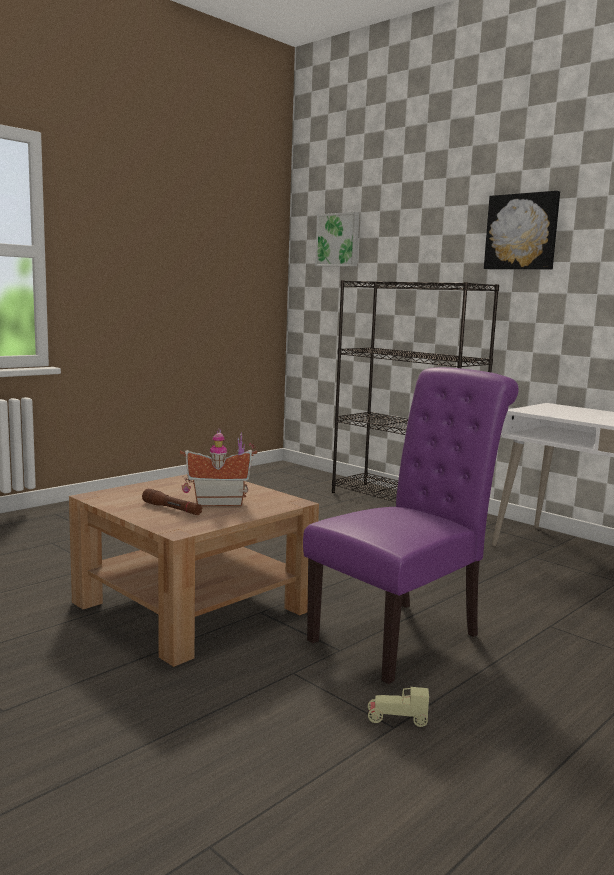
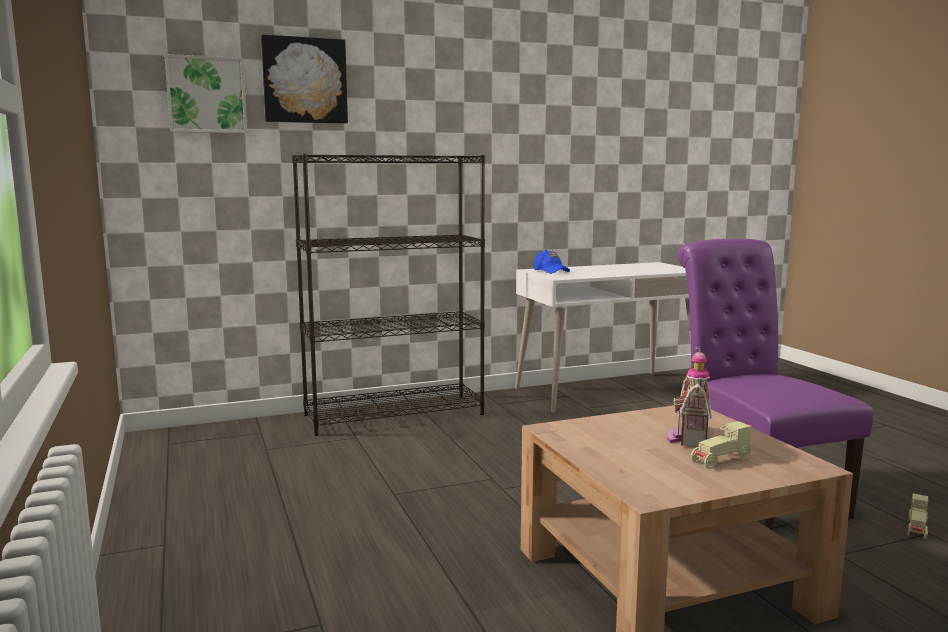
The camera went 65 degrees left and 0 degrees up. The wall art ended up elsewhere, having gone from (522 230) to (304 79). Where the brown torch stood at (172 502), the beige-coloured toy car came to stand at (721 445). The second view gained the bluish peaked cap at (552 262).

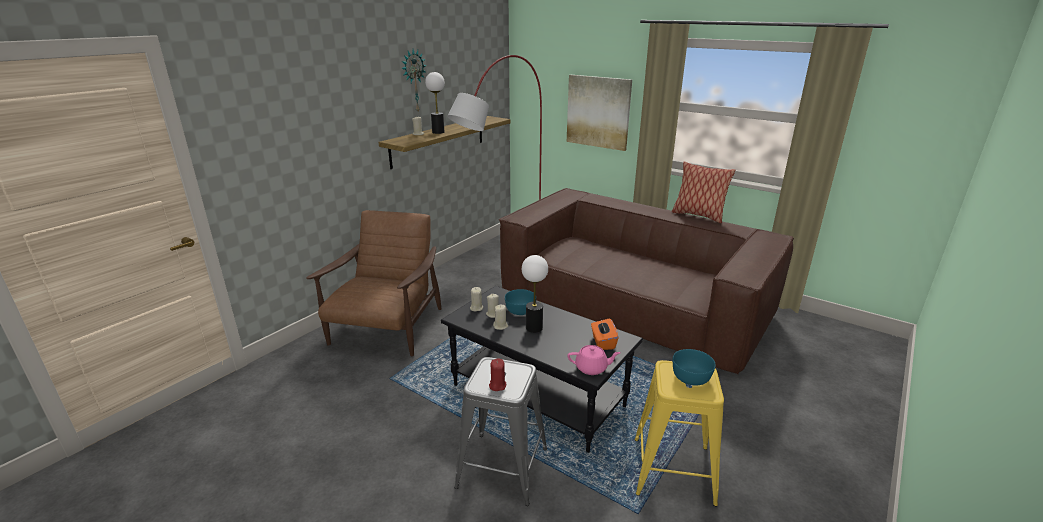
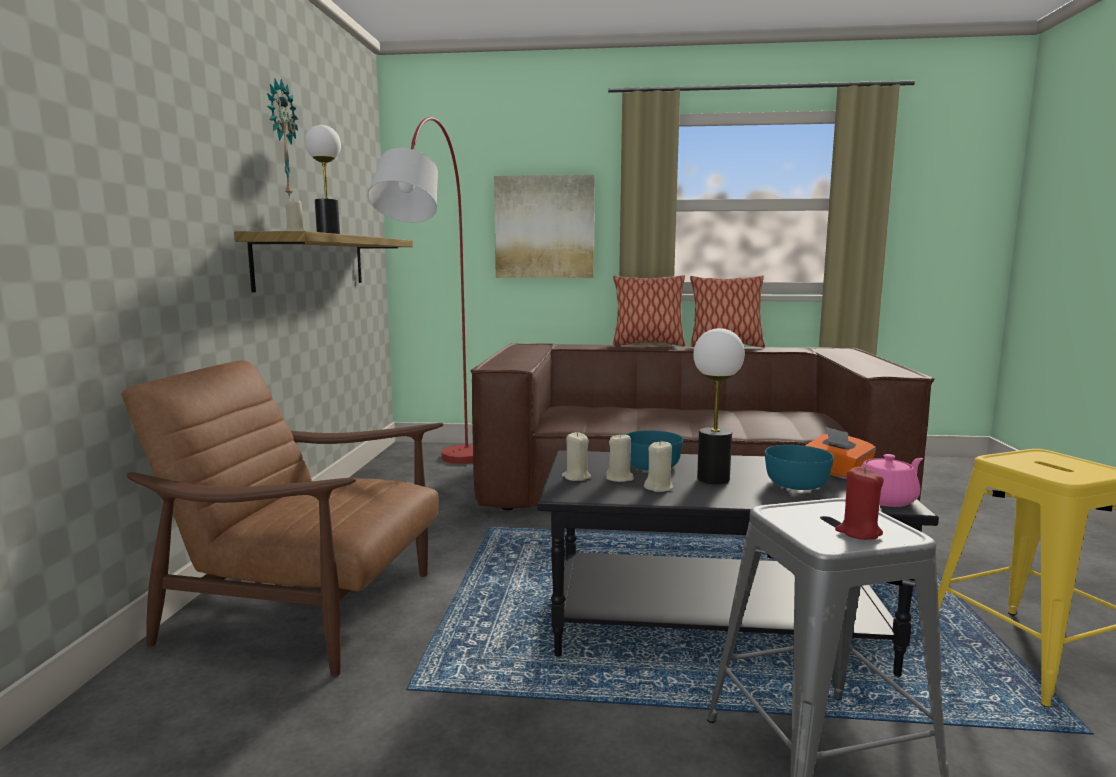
The camera went 30 degrees left and 15 degrees down. The brown lounge chair at (373 283) ended up facing another way, 60 degrees counterclockwise from before. The blue-green bowl ended up elsewhere, having gone from (694 367) to (799 467). The second view gained the cushion at (649 310).

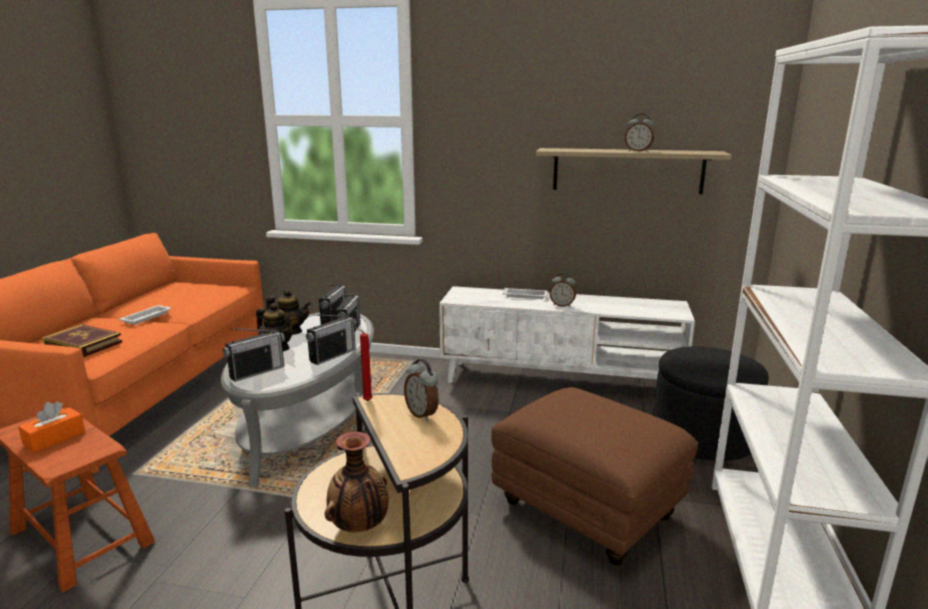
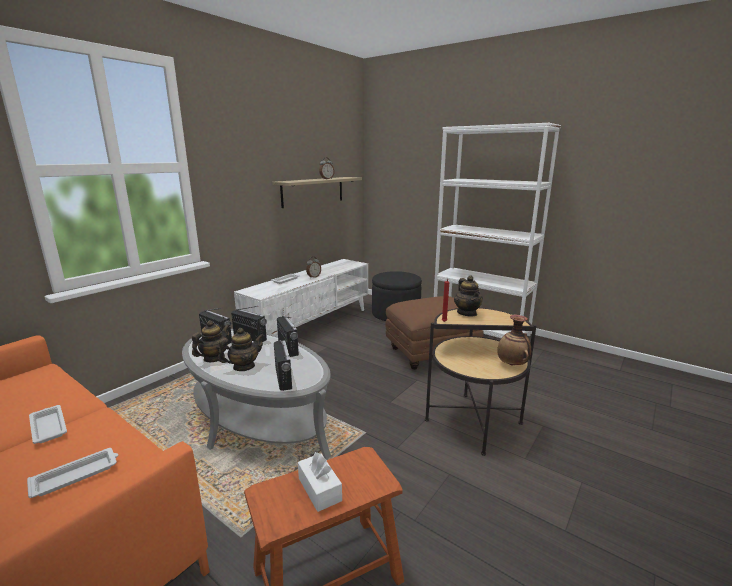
The camera went 65 degrees left and 0 degrees up. Where the book stood at (82 340), the whitish carrying tray came to stand at (72 473). Where the alarm clock stood at (421 390), the tea pot came to stand at (468 295). What was the orangey box of tissues at (51 427) turned into the whitish box of tissues at (320 482).

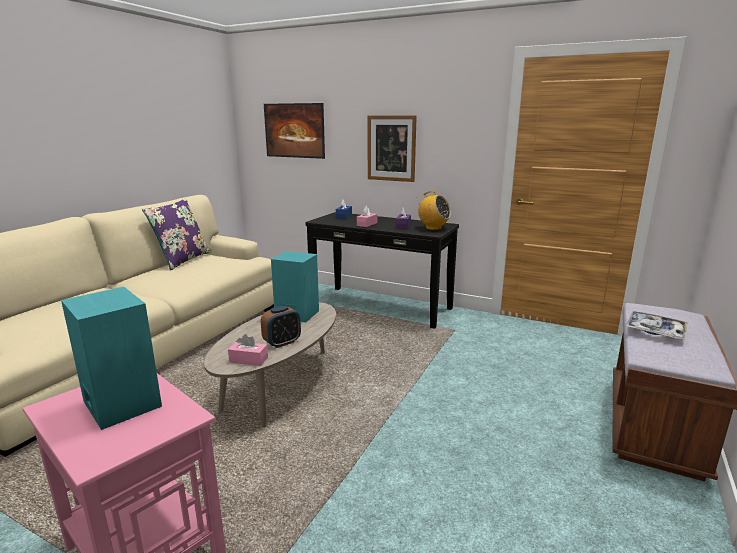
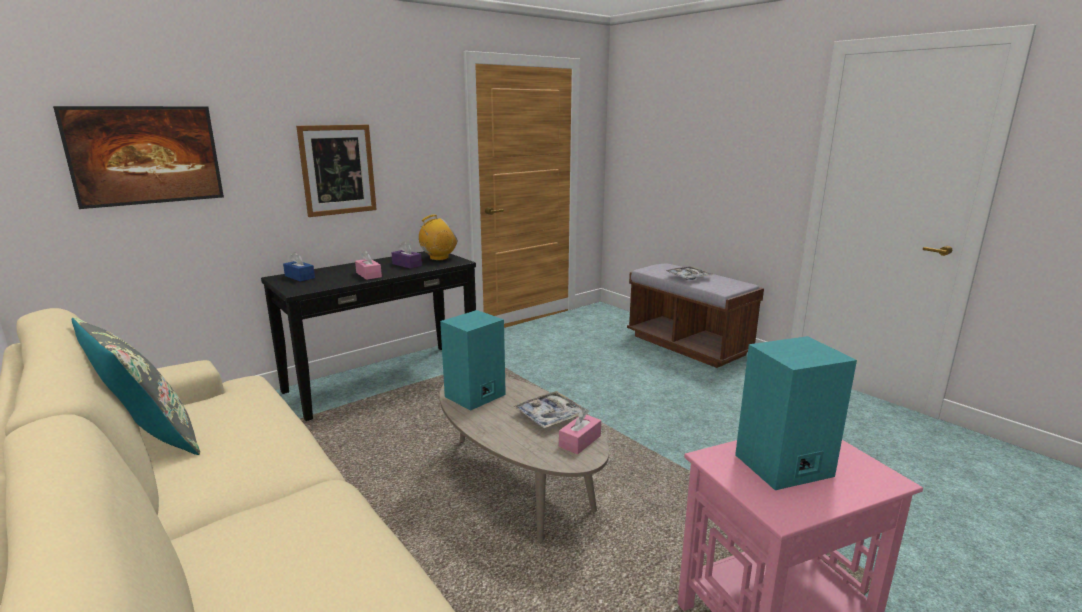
The camera went 65 degrees left and 0 degrees up. What was the purplish cushion at (176 234) turned into the gray cushion at (136 386). Where the alarm clock stood at (281 327), the carrying tray came to stand at (549 410).

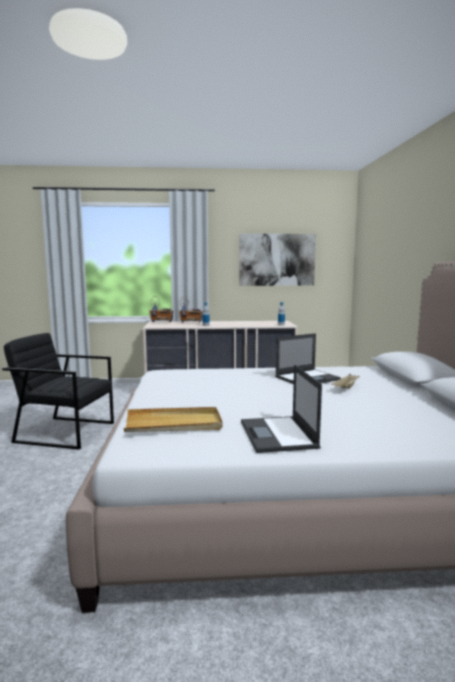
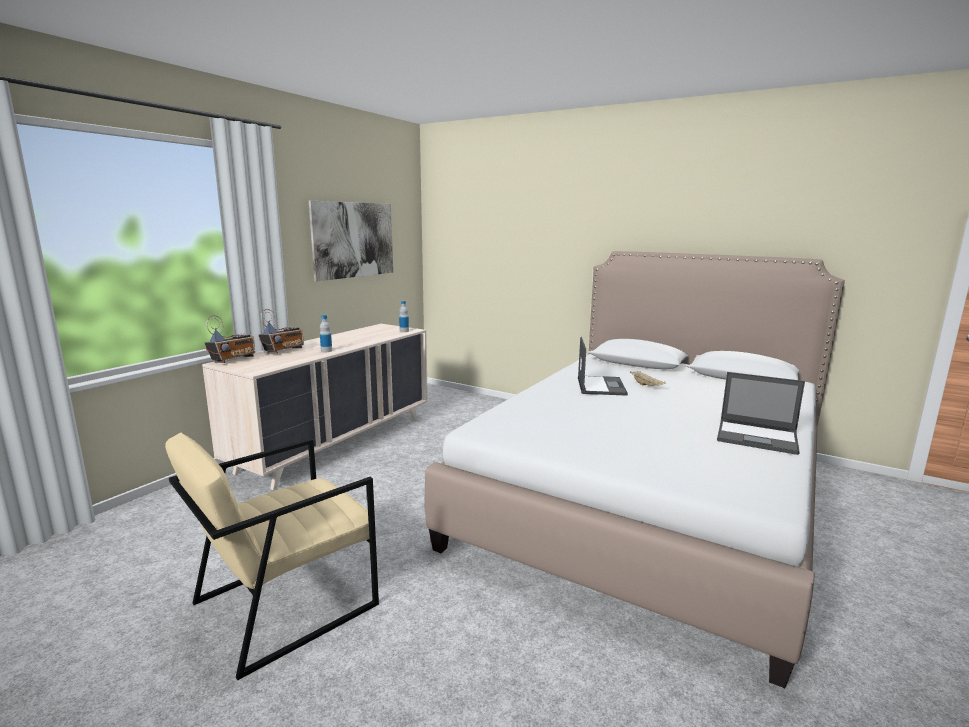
The camera went 55 degrees left and 5 degrees up. What was the blackish lounge chair at (58 391) turned into the beige-coloured lounge chair at (272 556). The second view lost the beige-coloured carrying tray at (173 419).

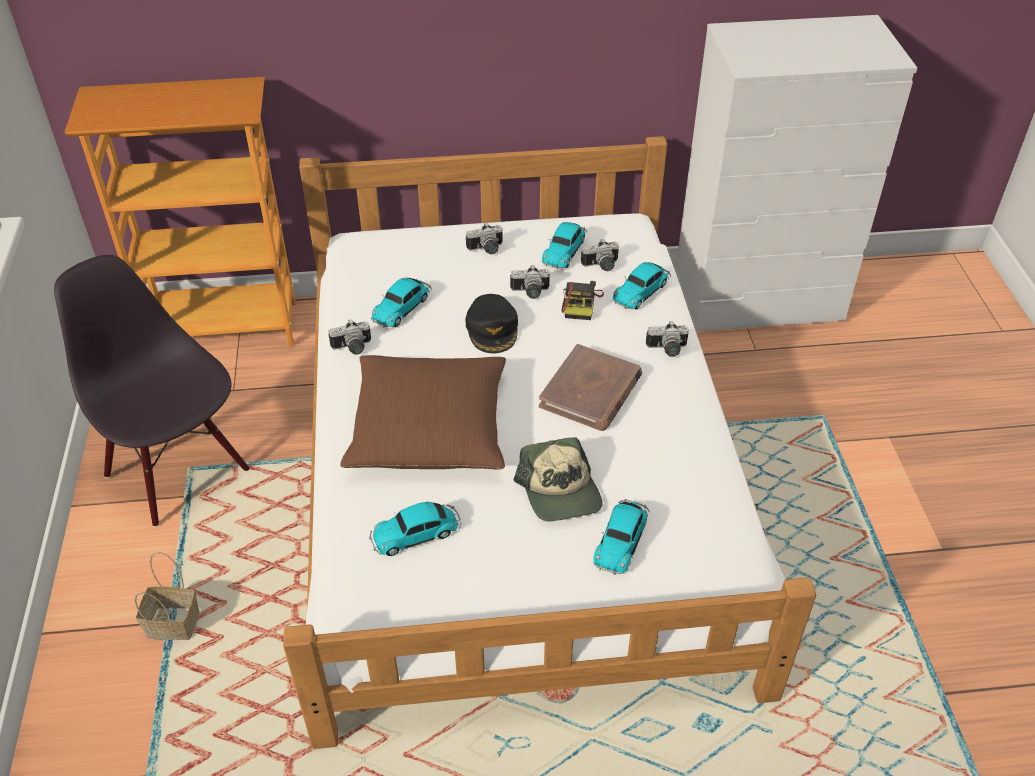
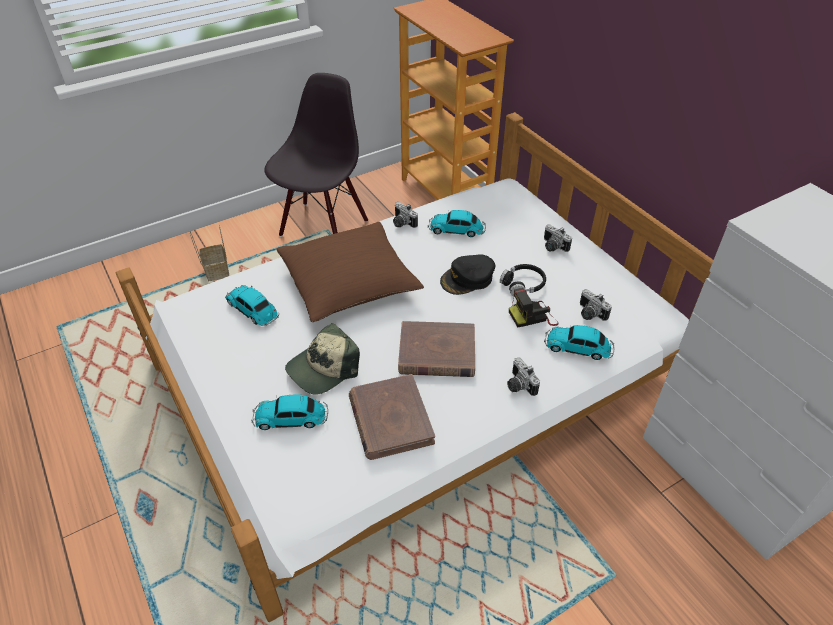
The camera went 65 degrees right and 0 degrees up. The second view lost the toy car at (564 245). Where the photo camera stood at (530 282), the blackish pair of headphones came to stand at (523 280). The second view gained the brown book at (392 417).

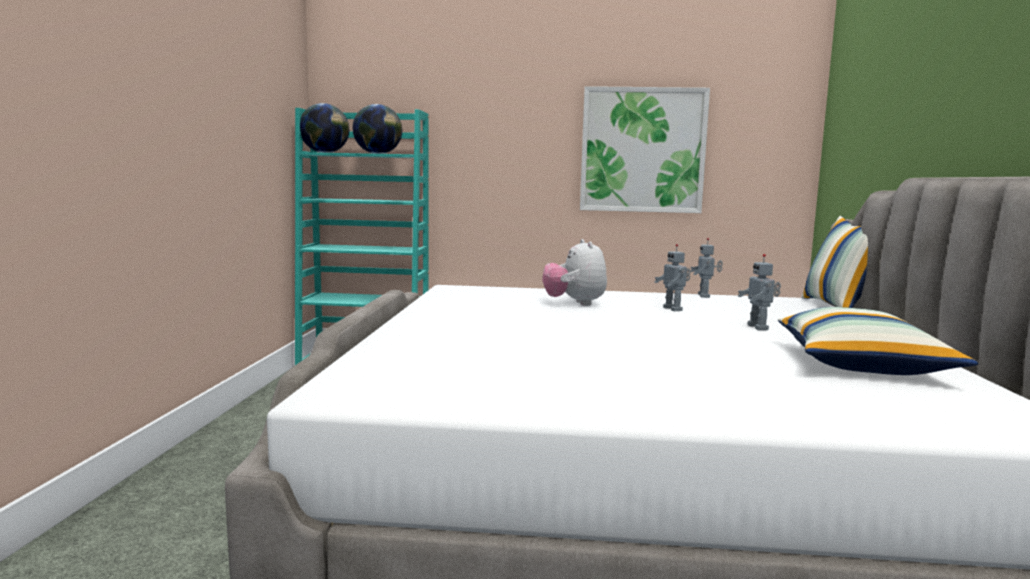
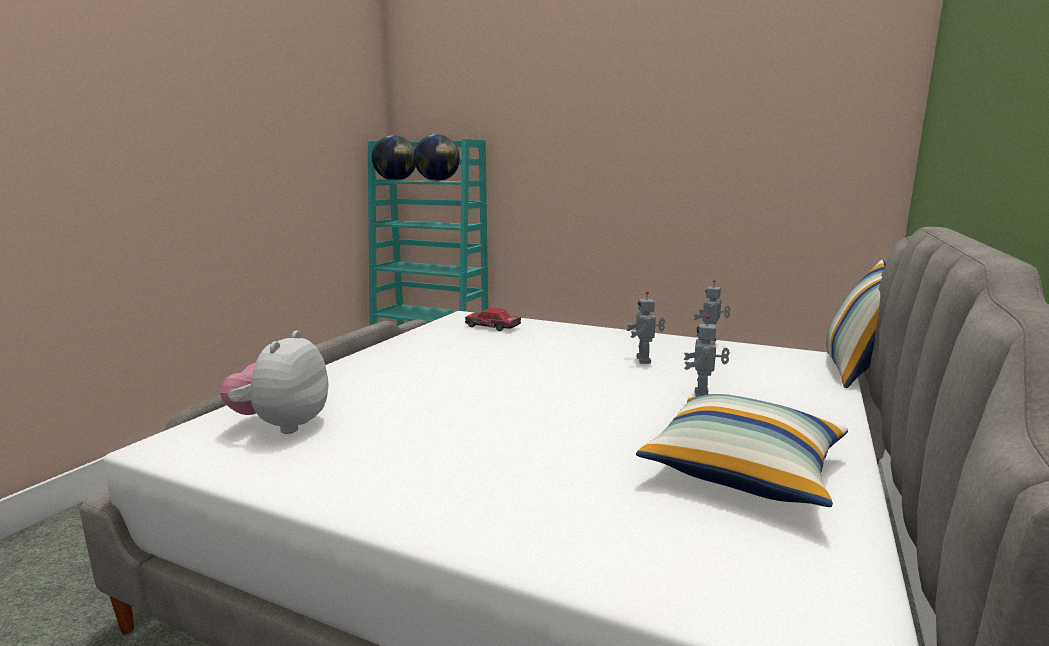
The camera went 20 degrees right and 5 degrees up. The second view lost the wall art at (645 149). The soft toy ended up elsewhere, having gone from (574 272) to (274 382). The second view gained the toy car at (493 319).

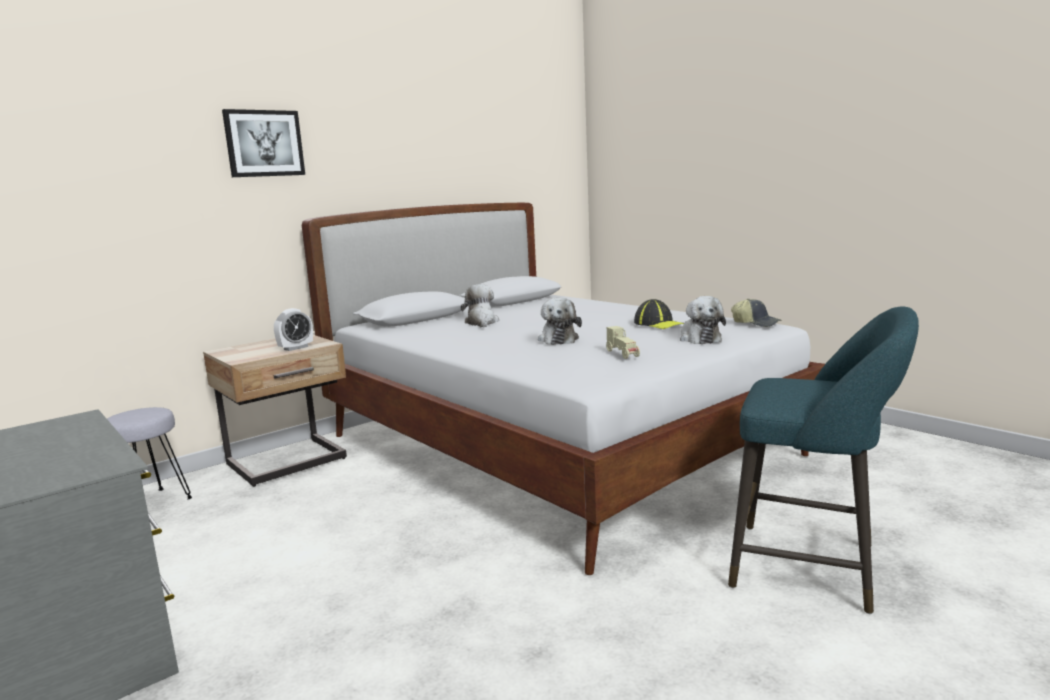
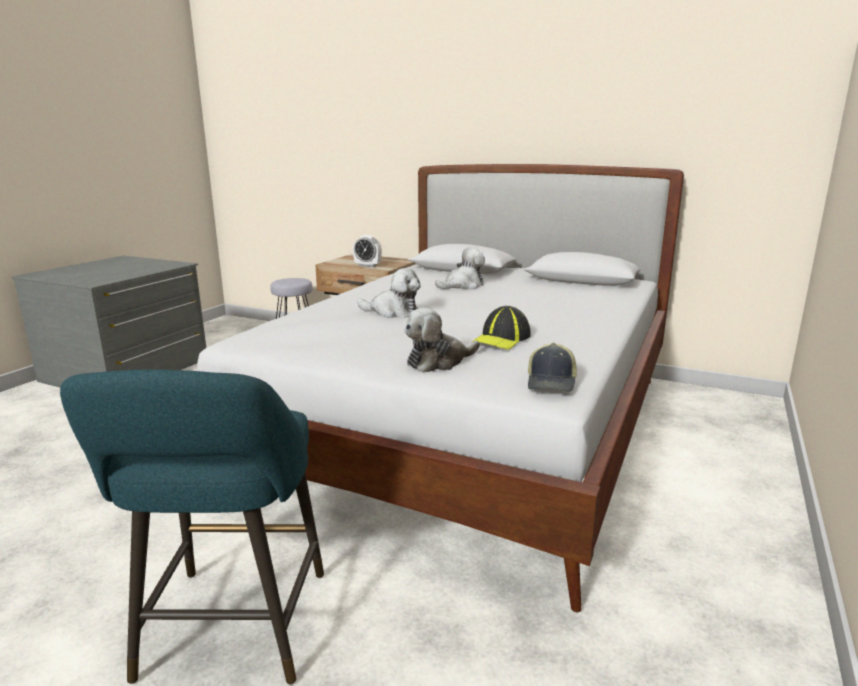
The camera went 65 degrees right and 5 degrees up. The second view lost the wall art at (263 143). The soft toy at (560 321) ended up facing another way, 135 degrees counterclockwise from before. The second view lost the beige-coloured toy car at (623 342).

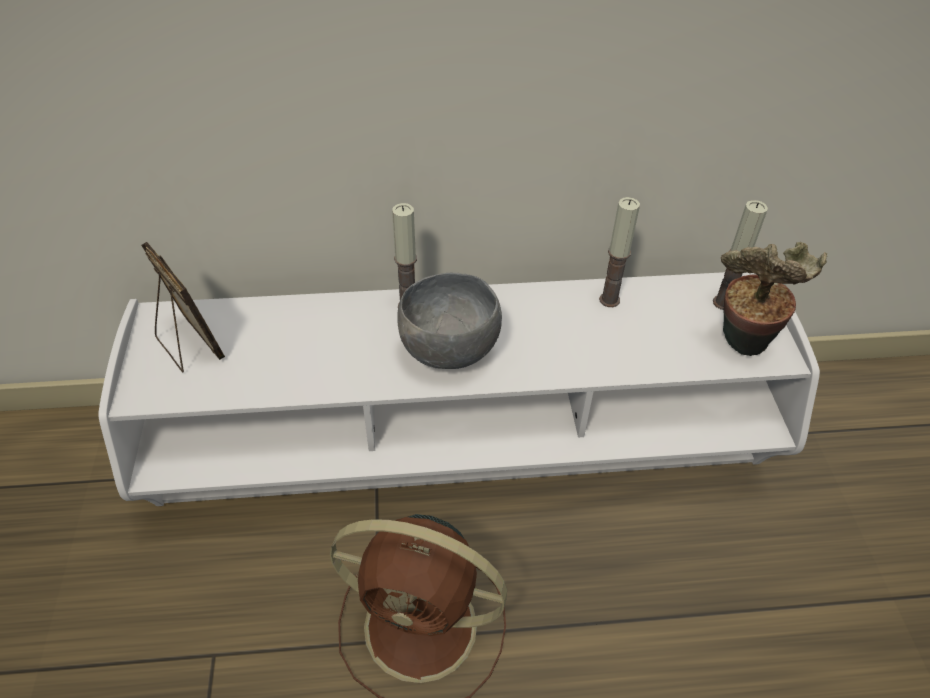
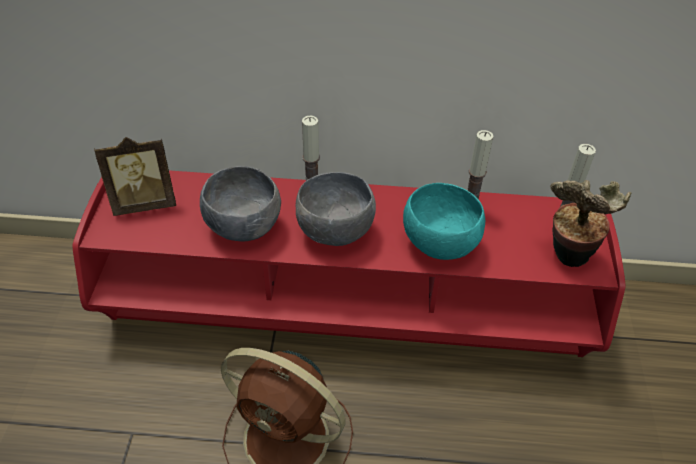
The camera went 10 degrees right and 0 degrees up. The standing frame at (183 307) ended up facing another way, 105 degrees clockwise from before. What was the whitish tv unit at (459 389) turned into the red tv unit at (349 263). The second view gained the gray bowl at (240 203). The second view gained the blue-green bowl at (444 221).

